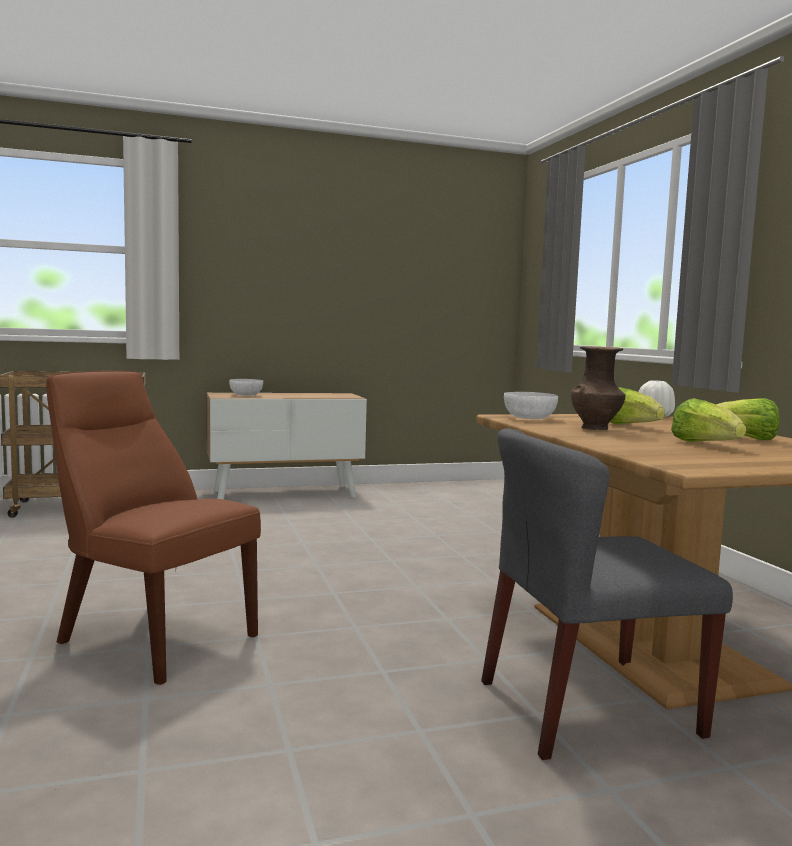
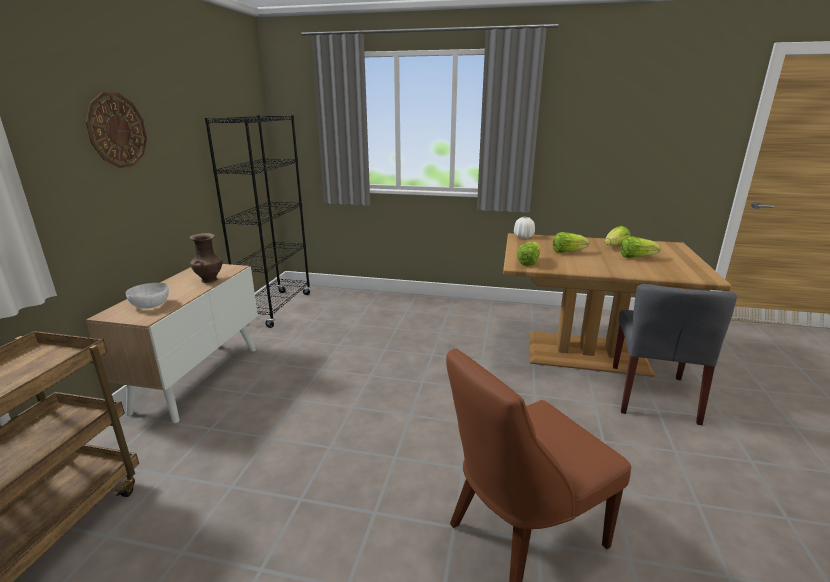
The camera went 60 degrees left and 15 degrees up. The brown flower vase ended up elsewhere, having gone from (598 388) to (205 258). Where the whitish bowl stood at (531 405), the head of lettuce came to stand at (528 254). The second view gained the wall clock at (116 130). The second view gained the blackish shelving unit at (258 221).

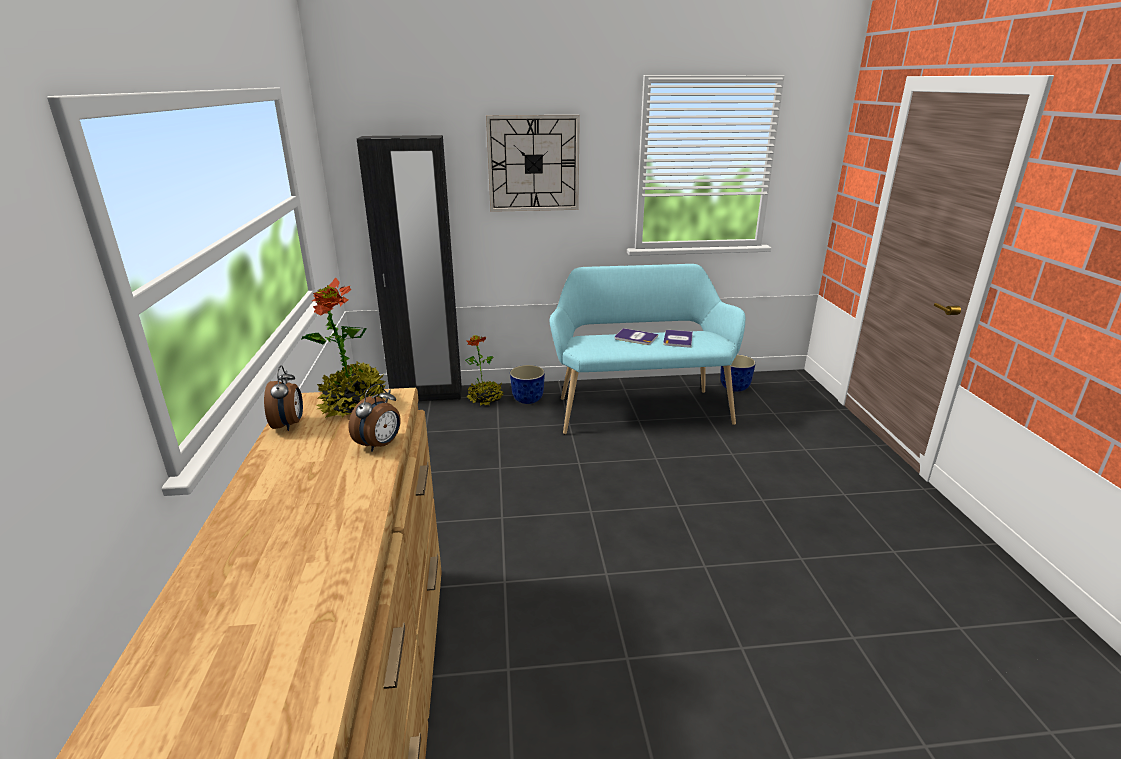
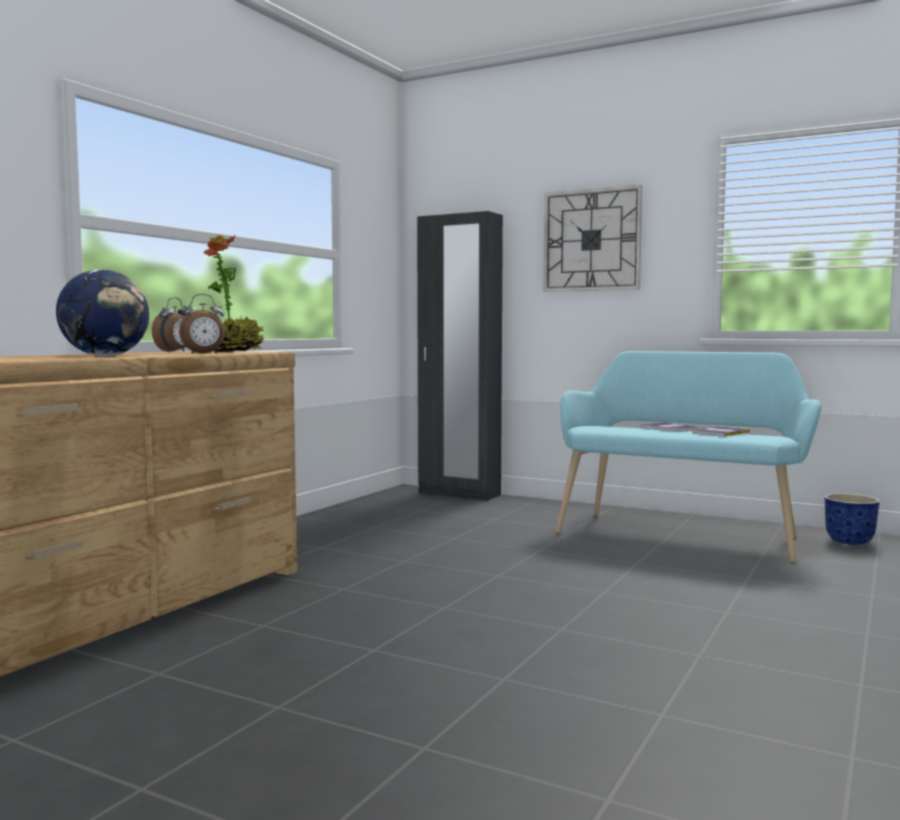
The camera went 35 degrees right and 20 degrees down. The second view lost the houseplant at (484 370). The second view lost the planter at (527 384). The second view gained the desk globe at (102 312).

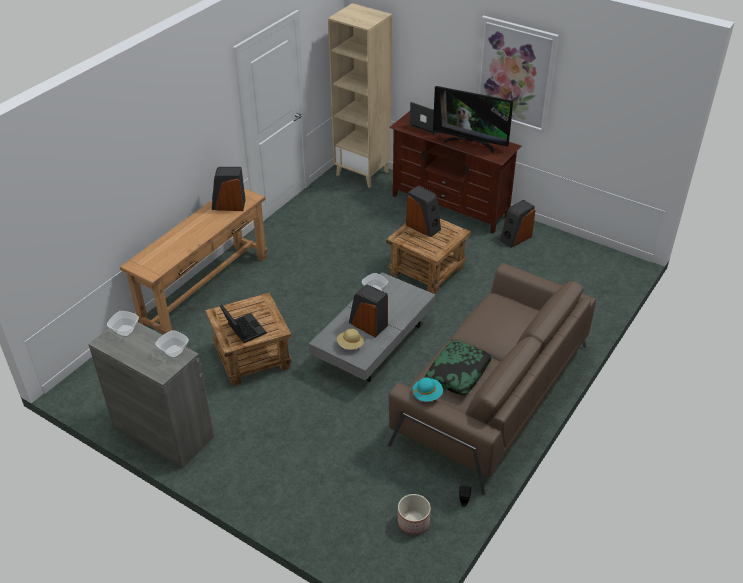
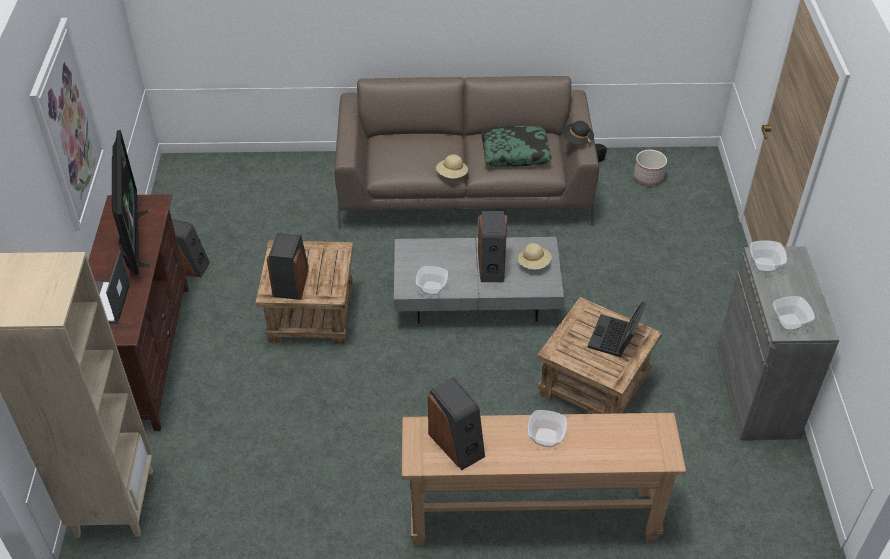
The camera went 125 degrees left and 5 degrees up. What was the blue-green wearable hat at (427 389) turned into the blackish wearable hat at (578 134). The second view gained the beige-coloured wearable hat at (452 166). The second view gained the bowl at (547 428).

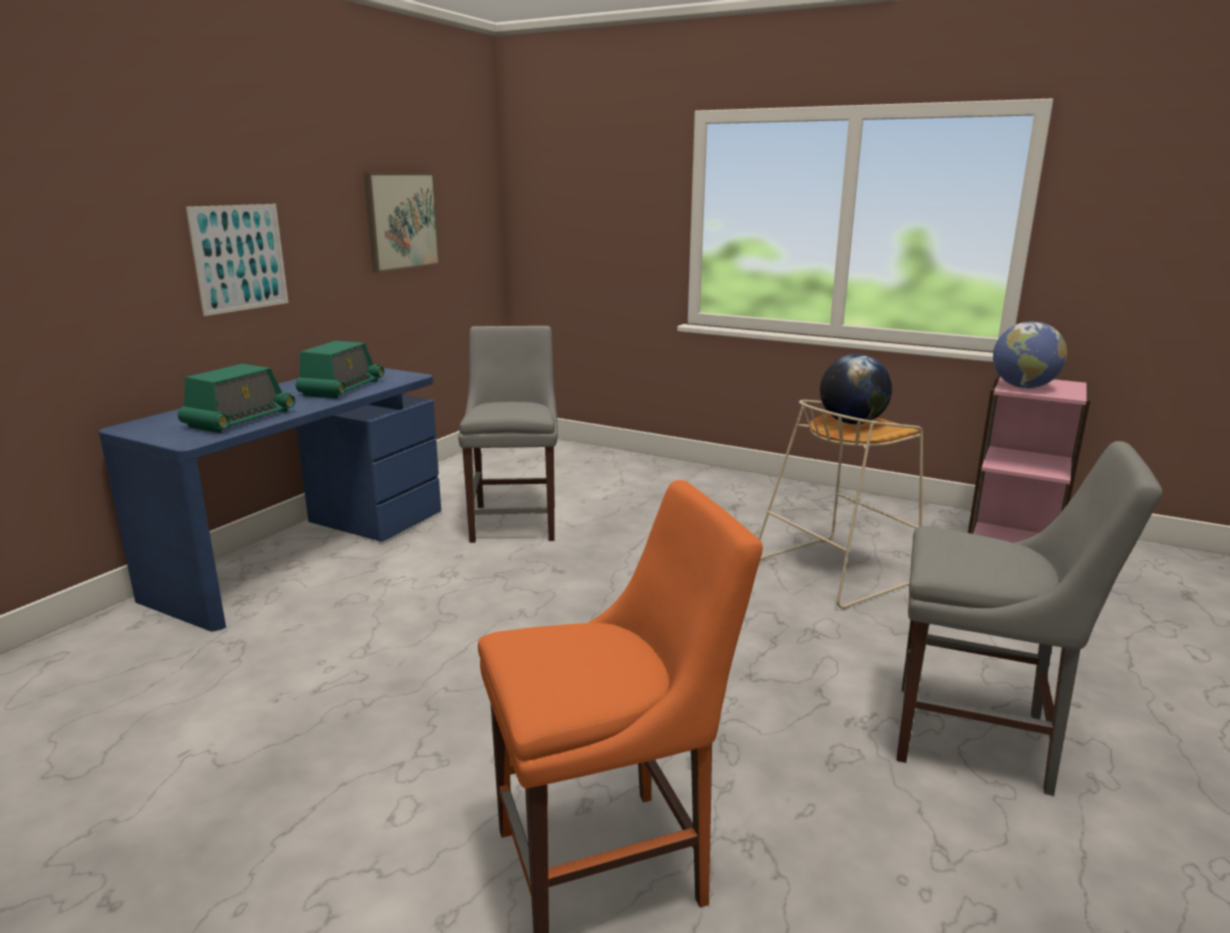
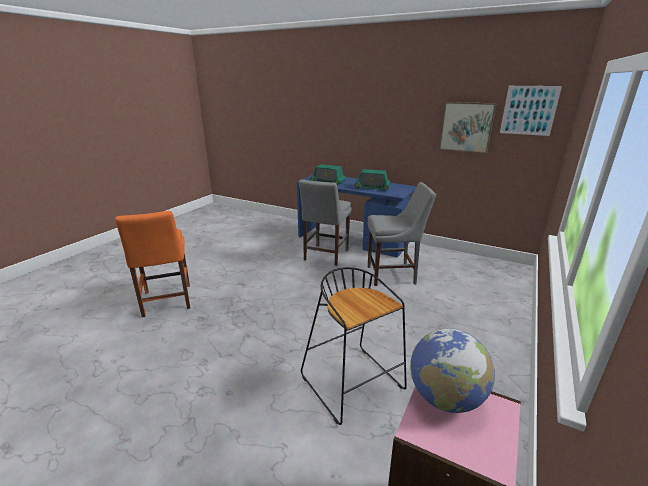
The camera went 90 degrees right and 5 degrees up. The wall art ended up elsewhere, having gone from (237 260) to (531 111). The second view lost the desk globe at (856 389). What was the beige-coloured stool seat at (840 505) turned into the blackish stool seat at (354 346). The gray plain chair ended up elsewhere, having gone from (1029 618) to (325 223).

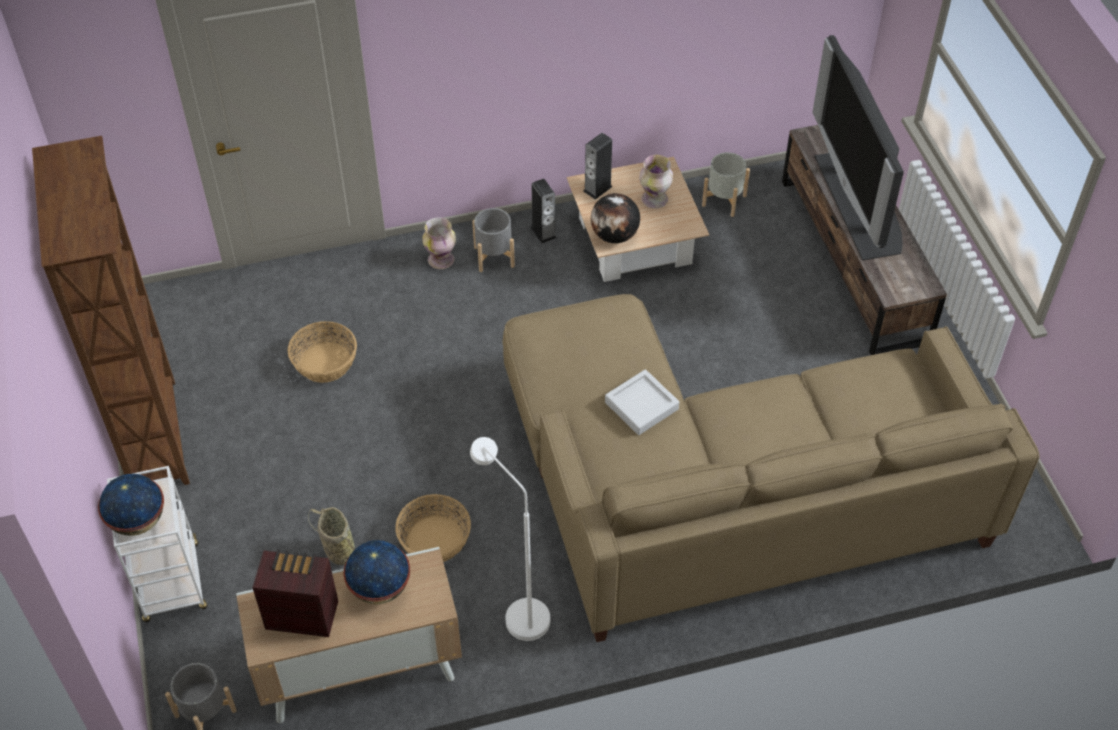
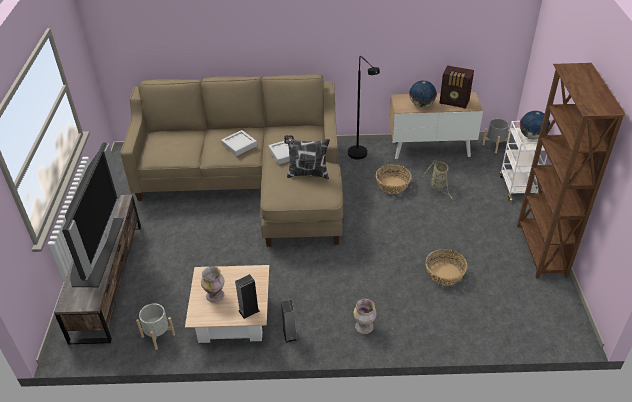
The camera went 165 degrees left and 10 degrees down. The second view lost the desk globe at (615 218). The second view lost the gray planter at (493 240). What was the whitish floor lamp at (510 539) turned into the blackish floor lamp at (364 108). The second view gained the gray carrying tray at (239 143). The second view gained the cushion at (307 157).

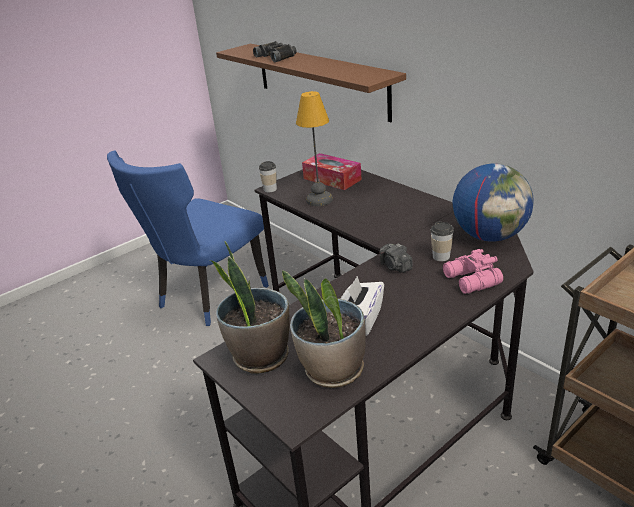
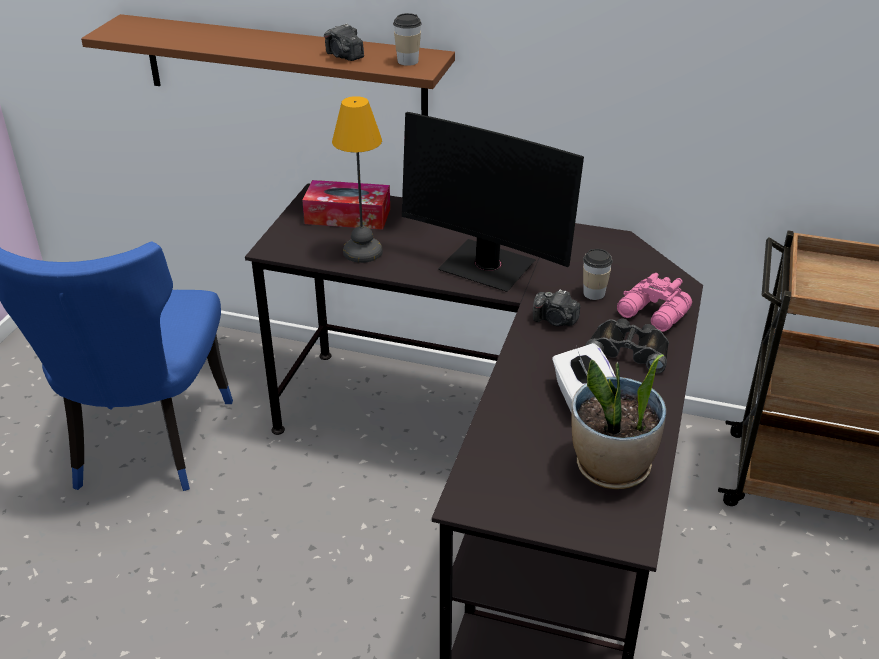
The camera went 35 degrees left and 5 degrees up. The blackish field glasses ended up elsewhere, having gone from (275 51) to (627 346). The drinking cup ended up elsewhere, having gone from (268 176) to (407 39). The second view lost the desk globe at (493 202). The second view lost the houseplant at (250 307). The second view gained the photo camera at (344 42). The second view gained the computer screen at (493 202).

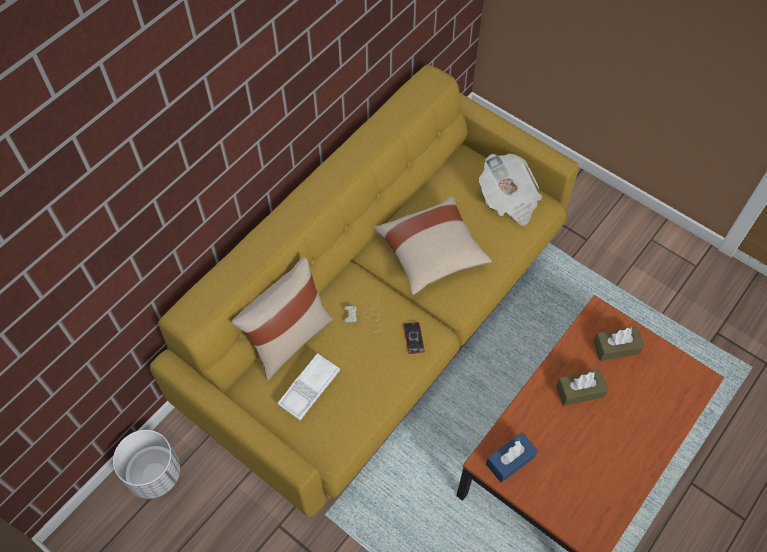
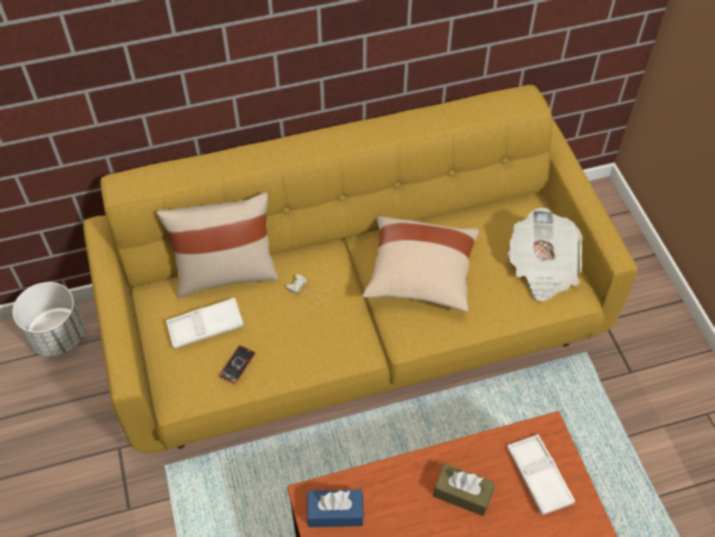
The camera went 35 degrees right and 5 degrees down. The telephone ended up elsewhere, having gone from (414 338) to (237 365). Where the brown box of tissues stood at (618 344), the whitish carrying tray came to stand at (541 474).

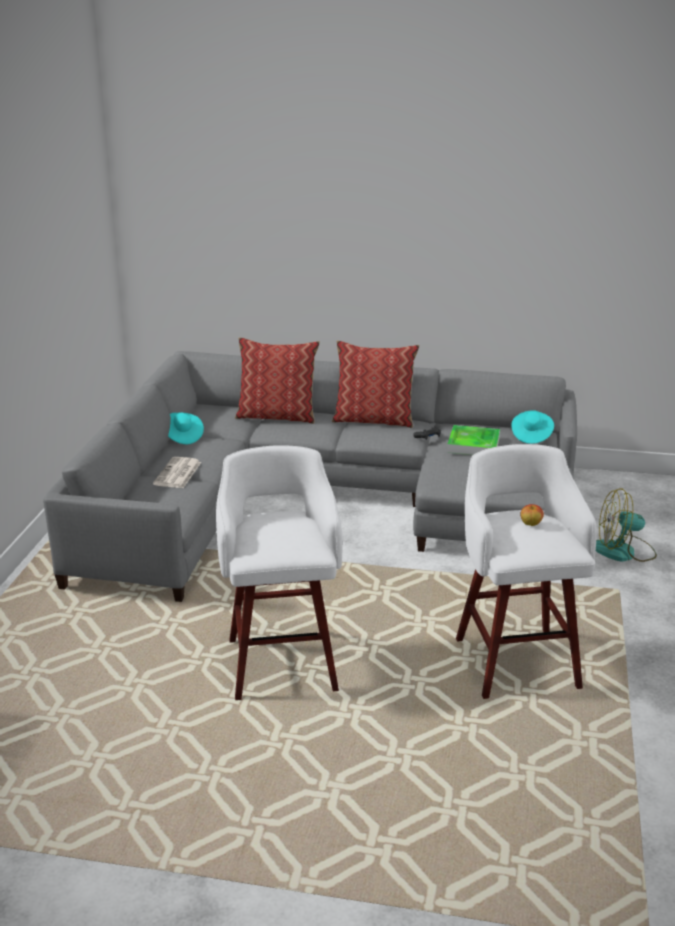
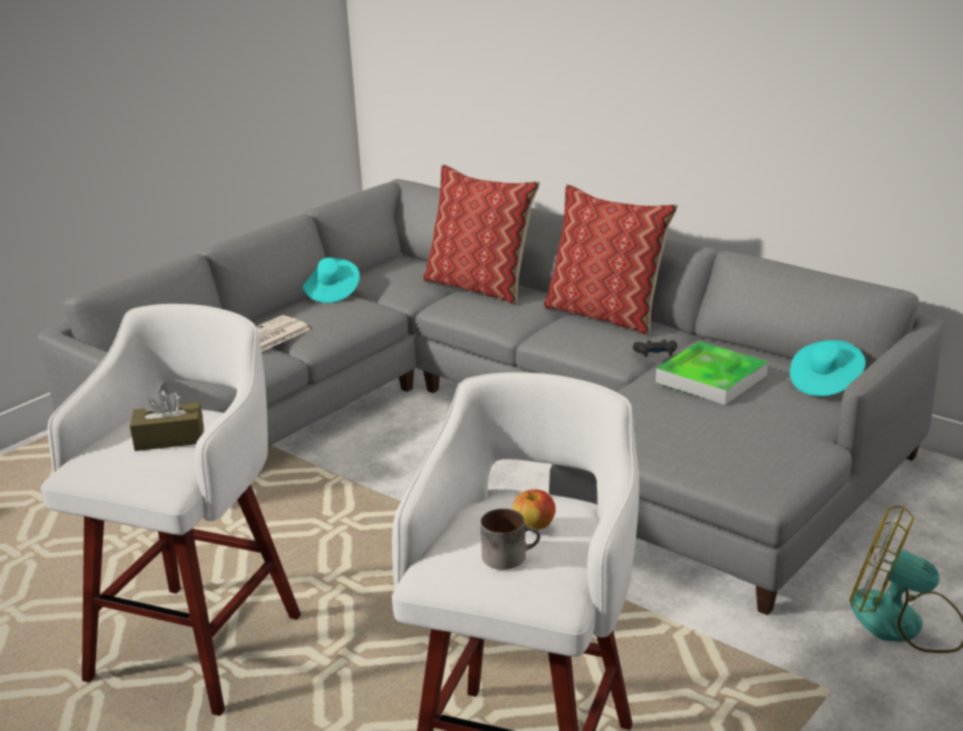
The camera went 30 degrees right and 0 degrees up. The second view gained the brown box of tissues at (167 420). The second view gained the mug at (510 539).

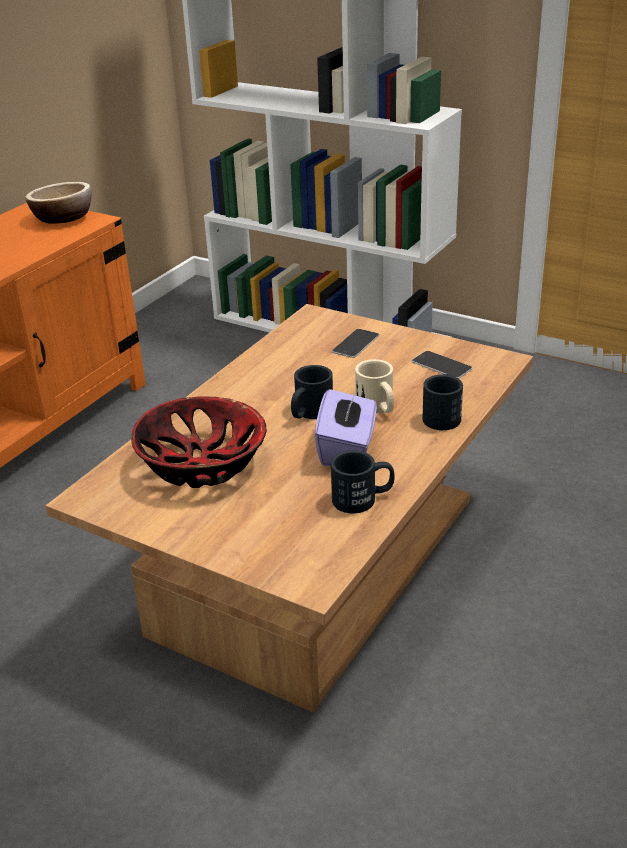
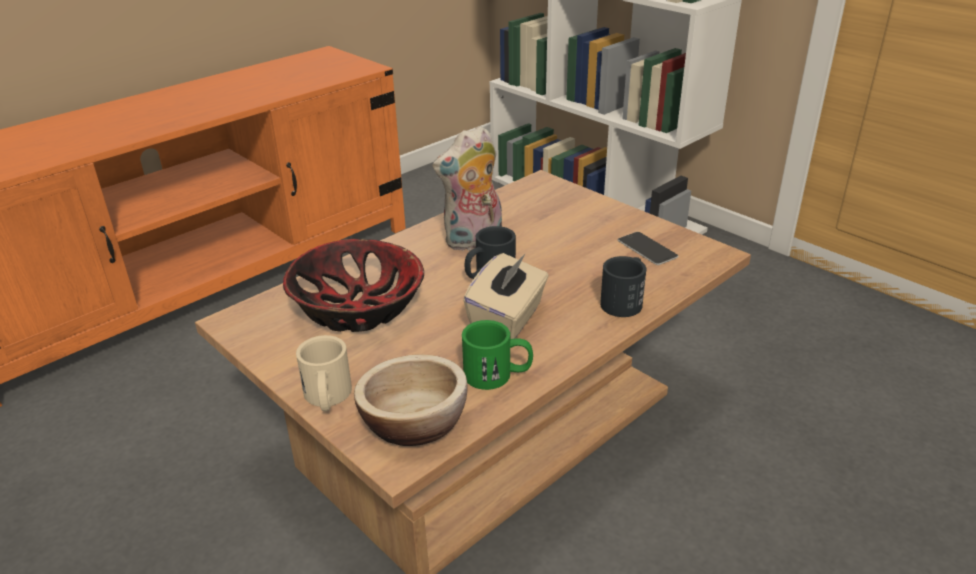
The camera went 15 degrees right and 0 degrees up. The bowl ended up elsewhere, having gone from (58 203) to (410 400). The second view lost the telephone at (355 343). The beige-coloured mug ended up elsewhere, having gone from (374 386) to (324 373). What was the purplish box of tissues at (346 426) turned into the beige-coloured box of tissues at (506 296). What was the blackish mug at (363 482) turned into the green mug at (497 355). The second view gained the soft toy at (467 188).

